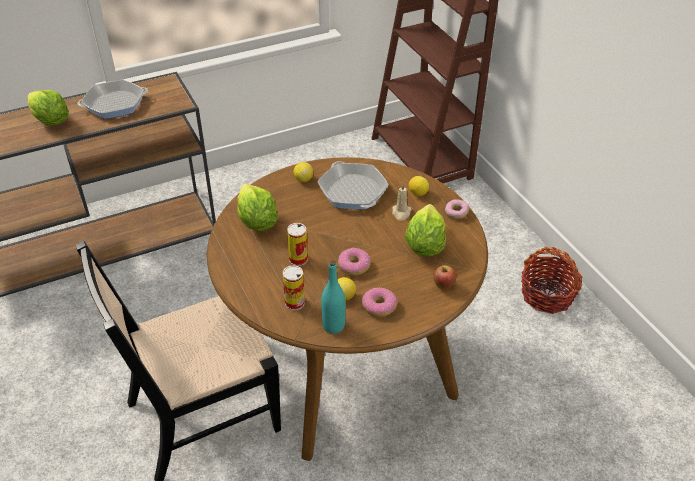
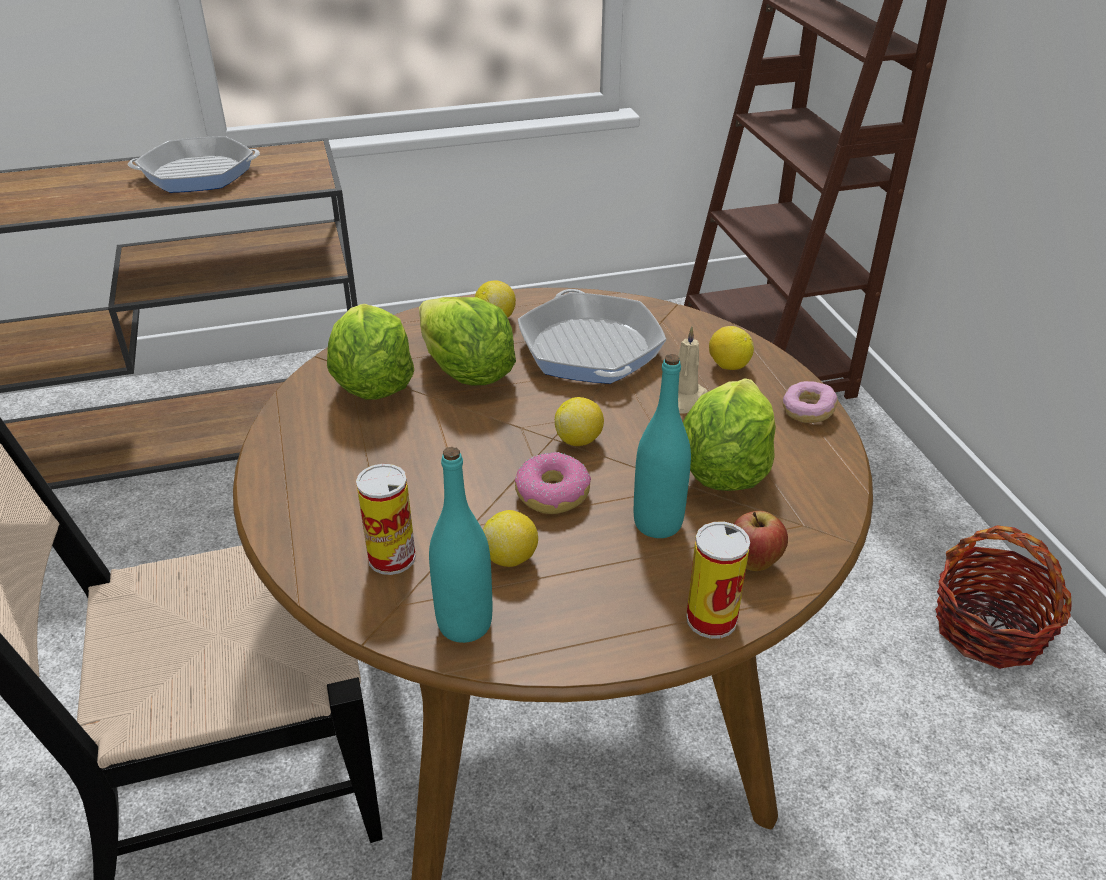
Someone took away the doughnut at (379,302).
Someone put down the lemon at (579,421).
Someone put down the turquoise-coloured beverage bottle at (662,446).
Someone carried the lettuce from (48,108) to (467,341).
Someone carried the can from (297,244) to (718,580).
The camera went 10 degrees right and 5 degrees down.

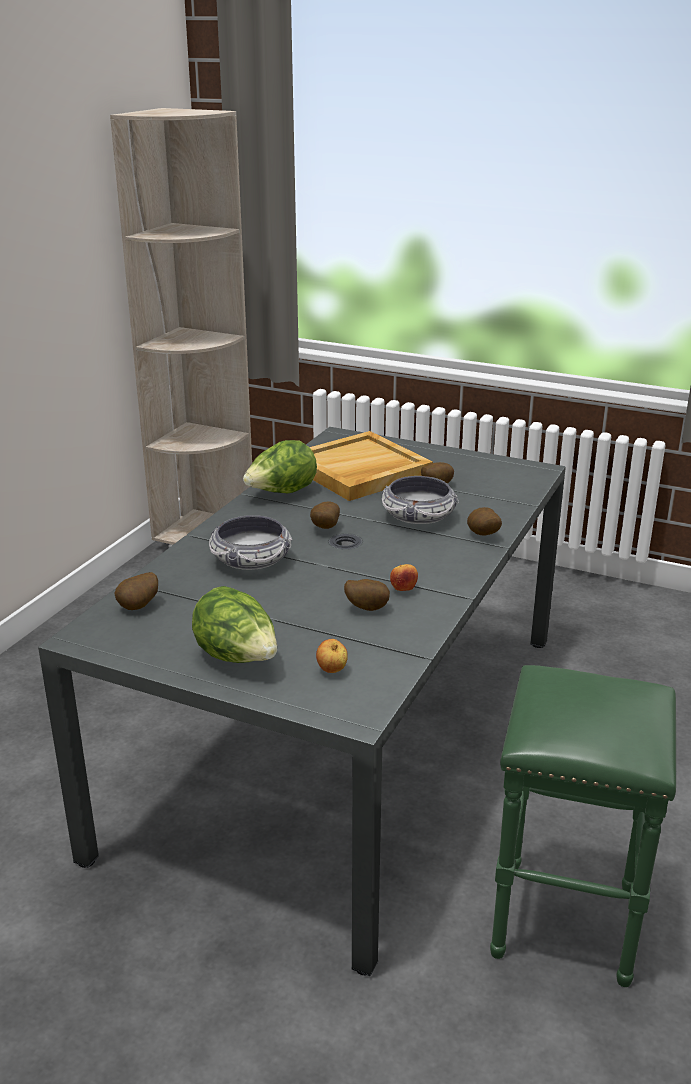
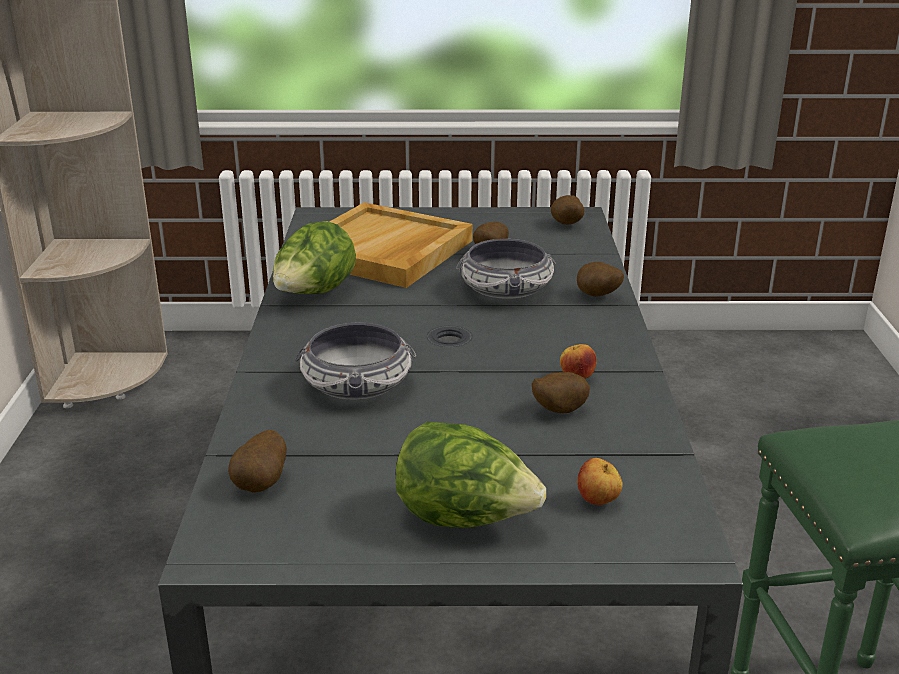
Someone carried the potato from (325,515) to (568,210).
The camera went 25 degrees left and 0 degrees up.

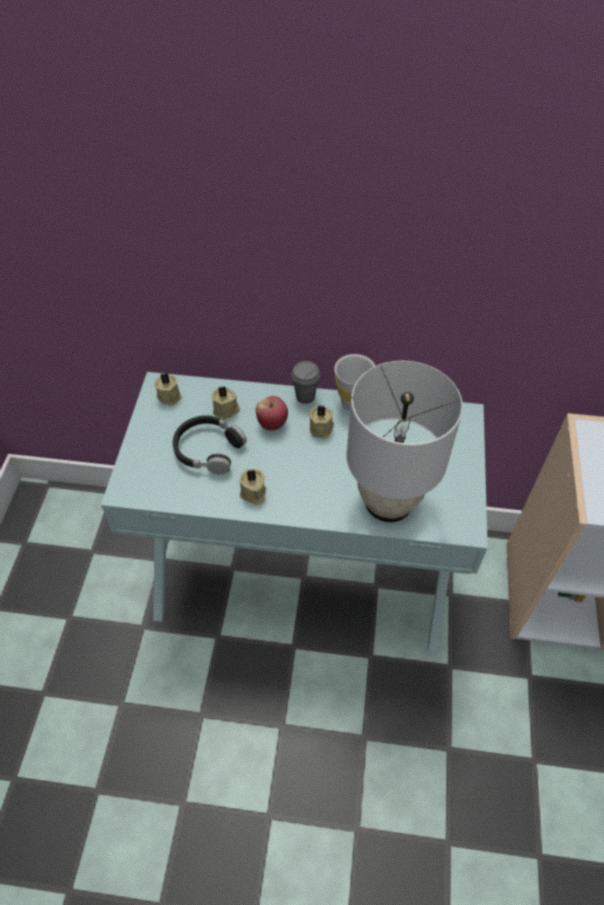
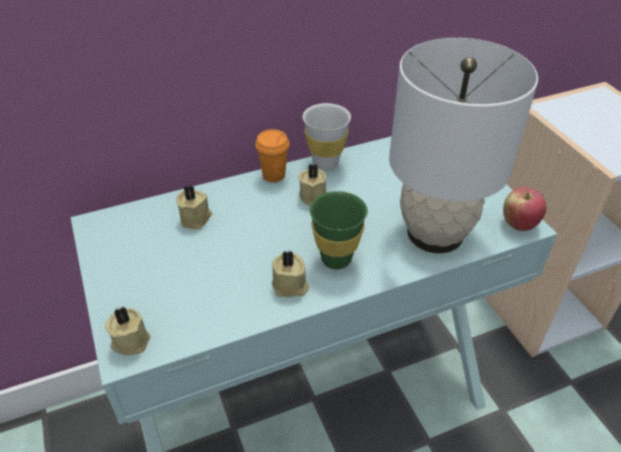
Someone took away the black-coloured pair of headphones at (210,445).
Someone put down the green-coloured drinking cup at (338,230).
Someone carried the beige candle from (168,389) to (127,331).
Someone carried the whole apple from (272,413) to (524,209).
Someone repainted the gray drinking cup at (305,382), which became the orangey drinking cup at (272,155).
The camera went 30 degrees left and 10 degrees down.

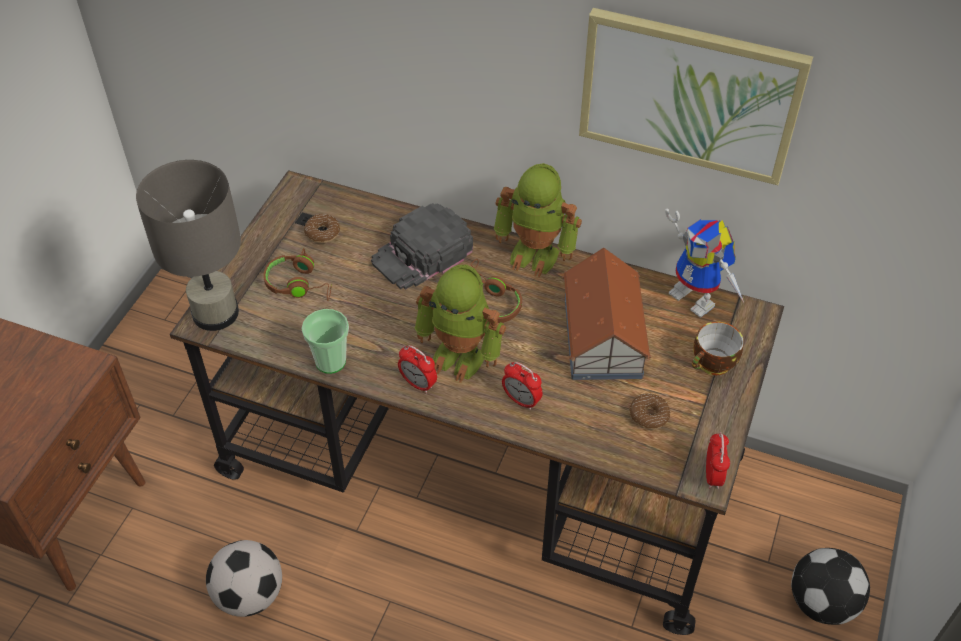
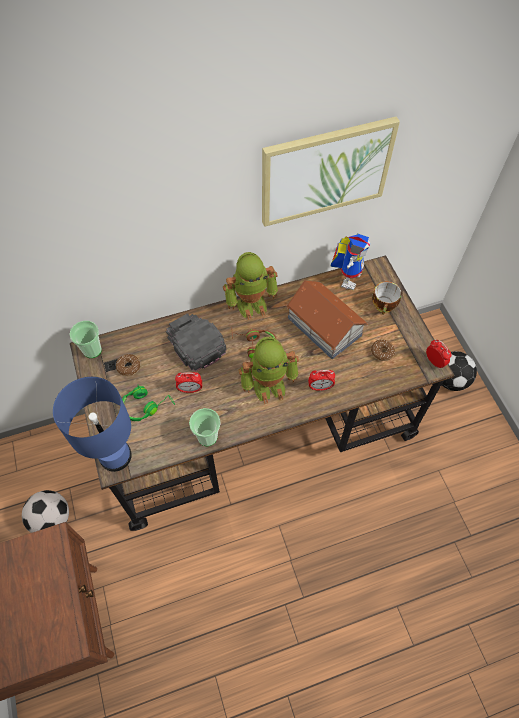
Someone put down the drinking cup at (85,339).
Someone carried the football from (244,578) to (45,511).
Someone carried the alarm clock from (417,369) to (188,382).
Someone repainted the gray table lamp at (188,245), which became the blue-coloured table lamp at (92,424).
Someone repainted the brownish pair of headphones at (297,274), which became the green-coloured pair of headphones at (148,403).
Someone rotated the black-coloured peaked cap at (422,246) by 135 degrees clockwise.
Someone rotated the robot figure at (704,263) by 75 degrees counterclockwise.
The camera went 40 degrees left and 10 degrees up.

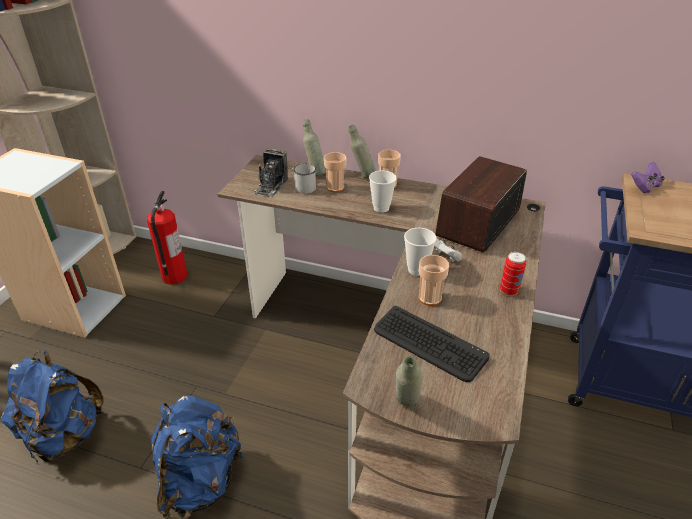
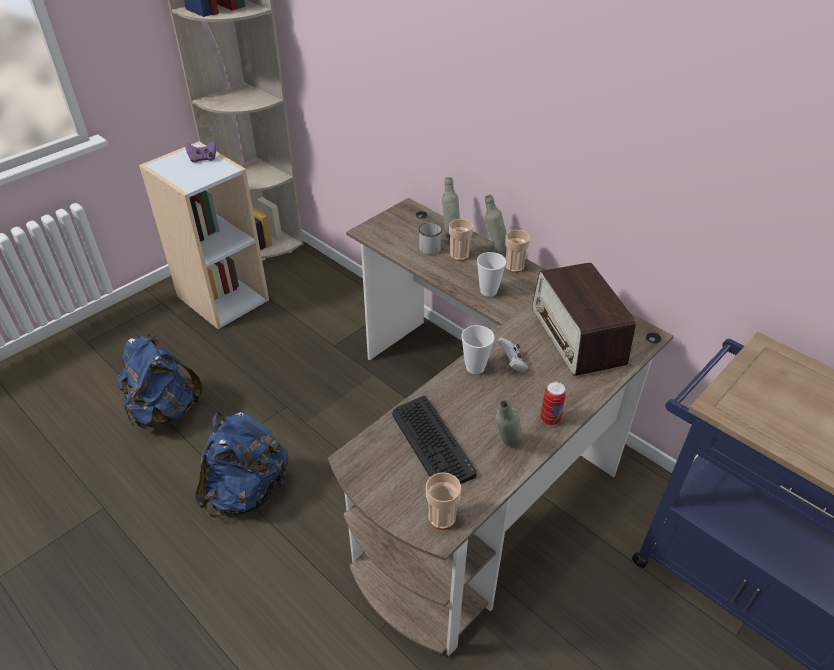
Someone took away the fire extinguisher at (167,238).
Someone took away the still camera at (270,173).
Someone carried the gray beverage bottle from (409,381) to (509,423).
Someone carried the drinking cup from (434,280) to (443,501).
Someone carried the purple-coloured joypad from (648,177) to (200,151).
Someone rotated the radio set at (481,204) by 75 degrees counterclockwise.
The camera went 25 degrees right and 5 degrees up.

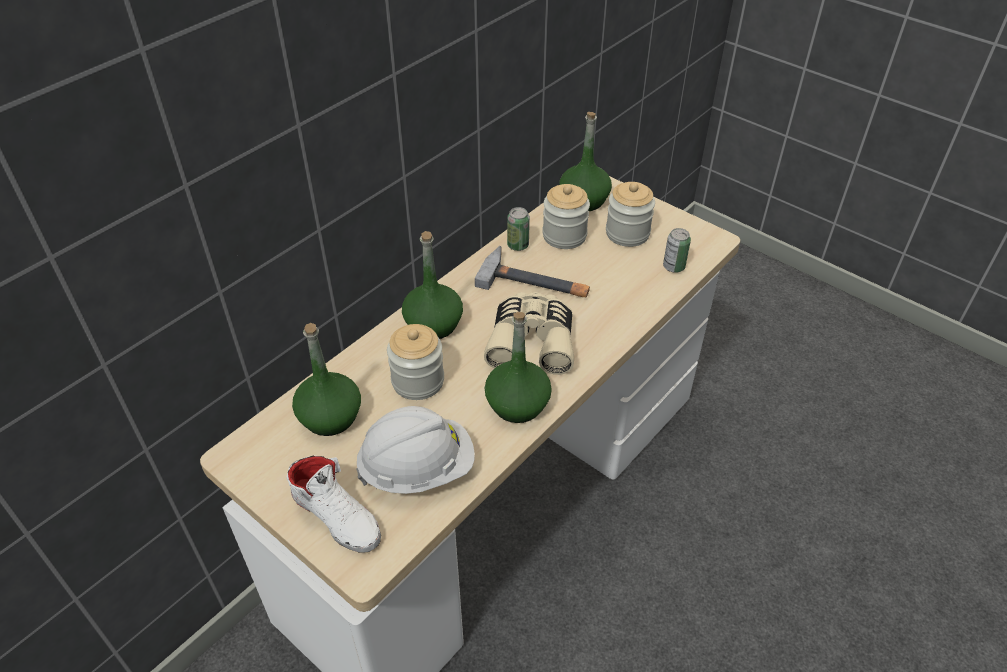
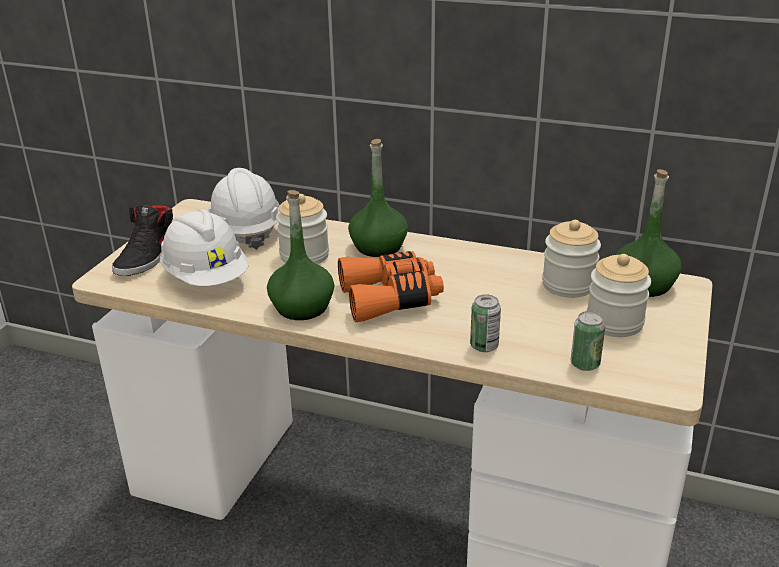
Someone took away the tool hammer at (532,271).
Someone carried the can from (518,229) to (485,323).
Someone swapped the green-coloured beverage bottle at (326,379) for the white-coloured hard hat at (243,209).
Someone repainted the white-coloured low shoe at (334,504), which became the black-coloured low shoe at (142,240).
Someone repainted the beige binoculars at (529,333), which became the orangey binoculars at (391,286).
The camera went 70 degrees right and 15 degrees down.

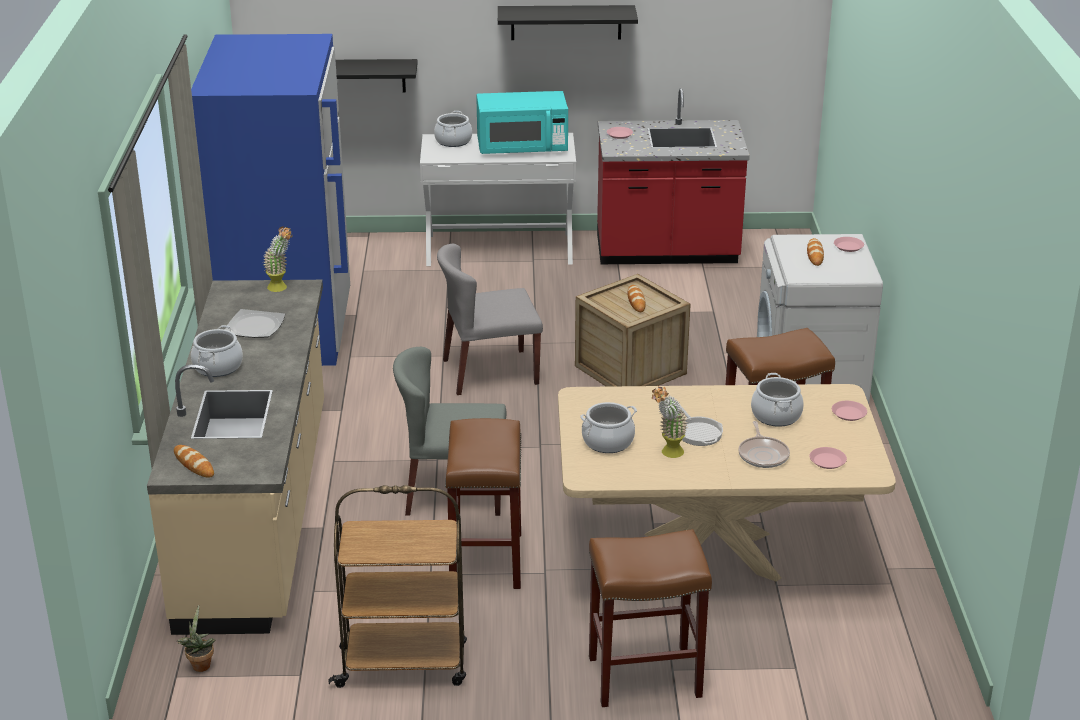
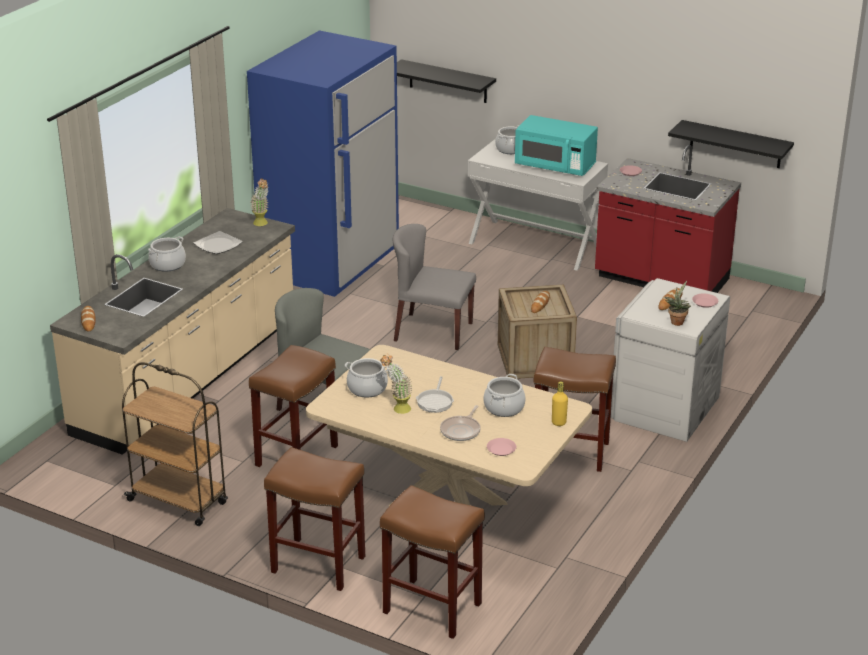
Someone put down the brownish stool at (432,562).
Someone carried the potted plant from (196,638) to (678,303).
Someone carried the black-coloured shelf from (568,22) to (731,144).
Someone swapped the pinkish flat dish at (849,411) for the yellow beverage bottle at (560,403).
The camera went 30 degrees right and 0 degrees up.

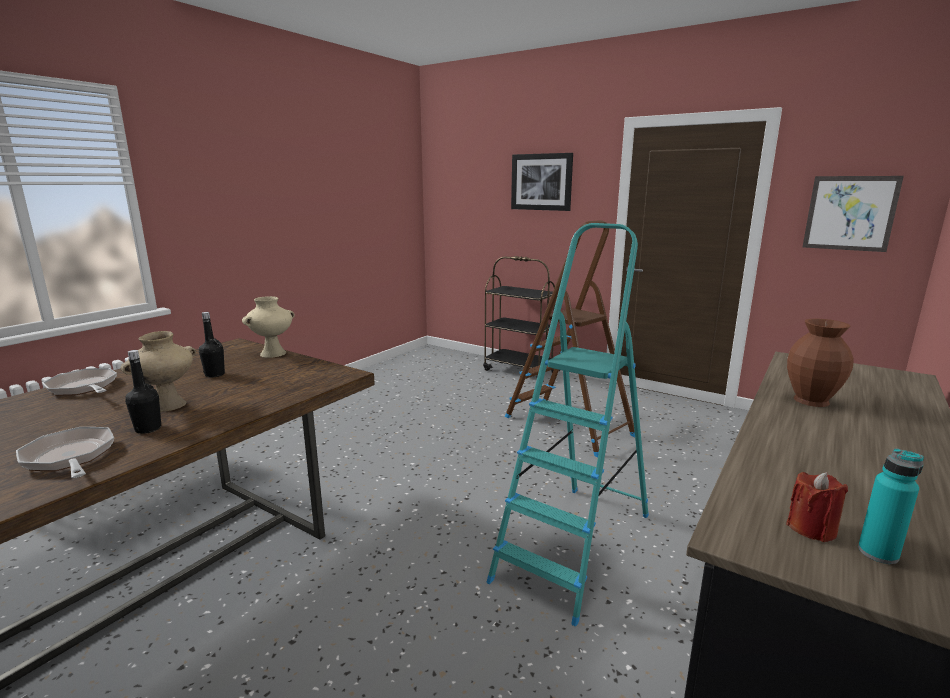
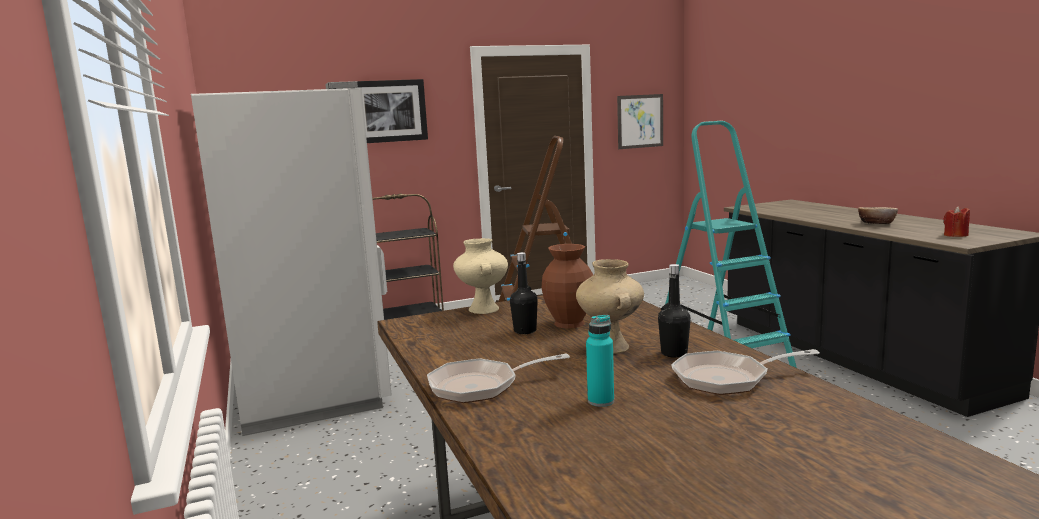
Someone put down the white-coloured fridge at (291,258).
Someone put down the serving bowl at (878,215).
Someone carried the brownish vase from (820,362) to (567,286).
Someone carried the turquoise-coloured beverage bottle from (891,506) to (600,361).
The camera went 55 degrees left and 5 degrees down.

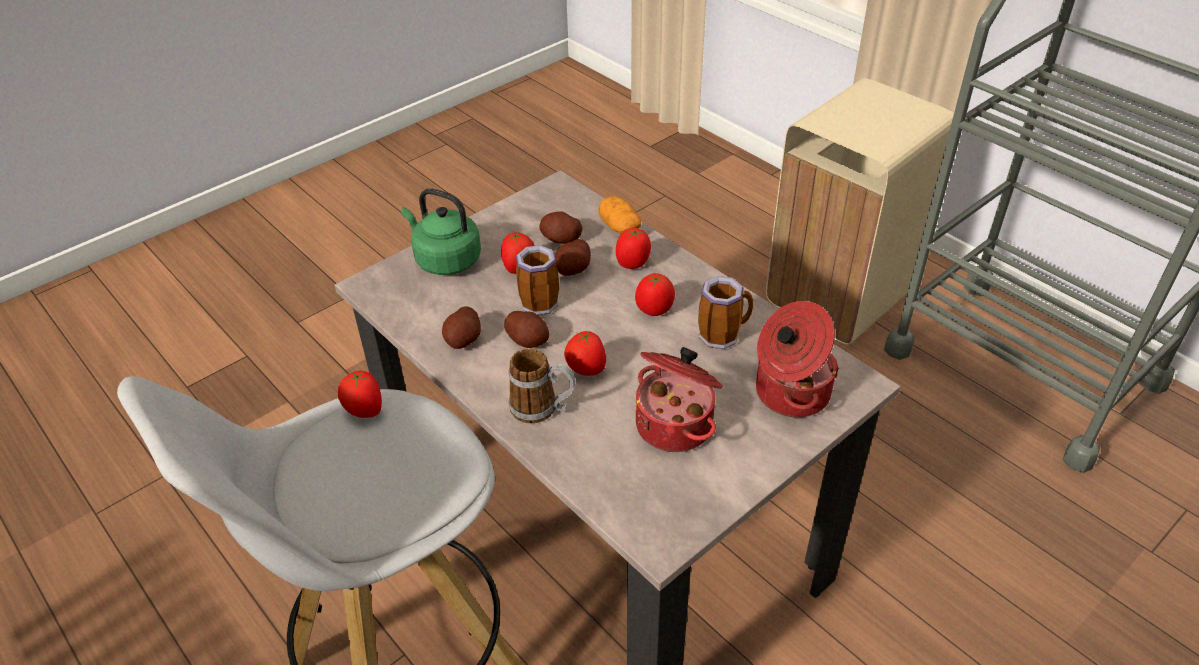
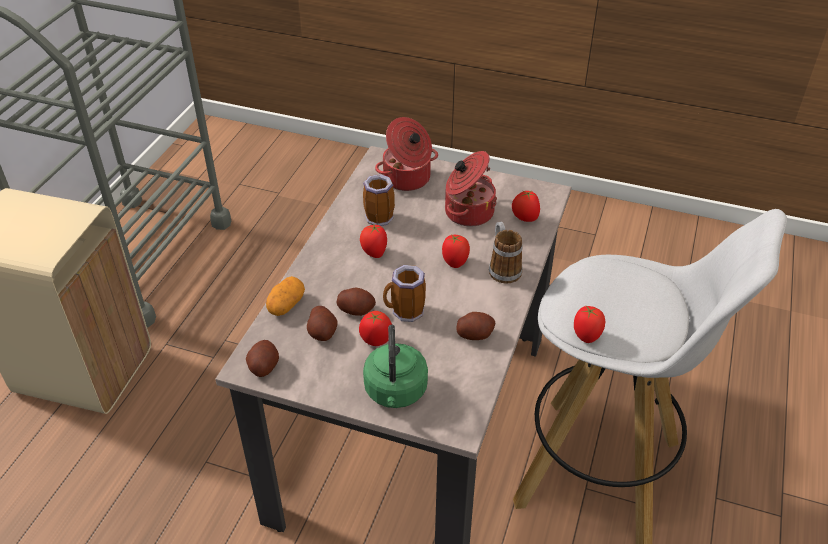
Someone carried the potato from (526,329) to (262,358).
Someone carried the tomato from (633,248) to (526,206).
The camera went 120 degrees left and 0 degrees up.

